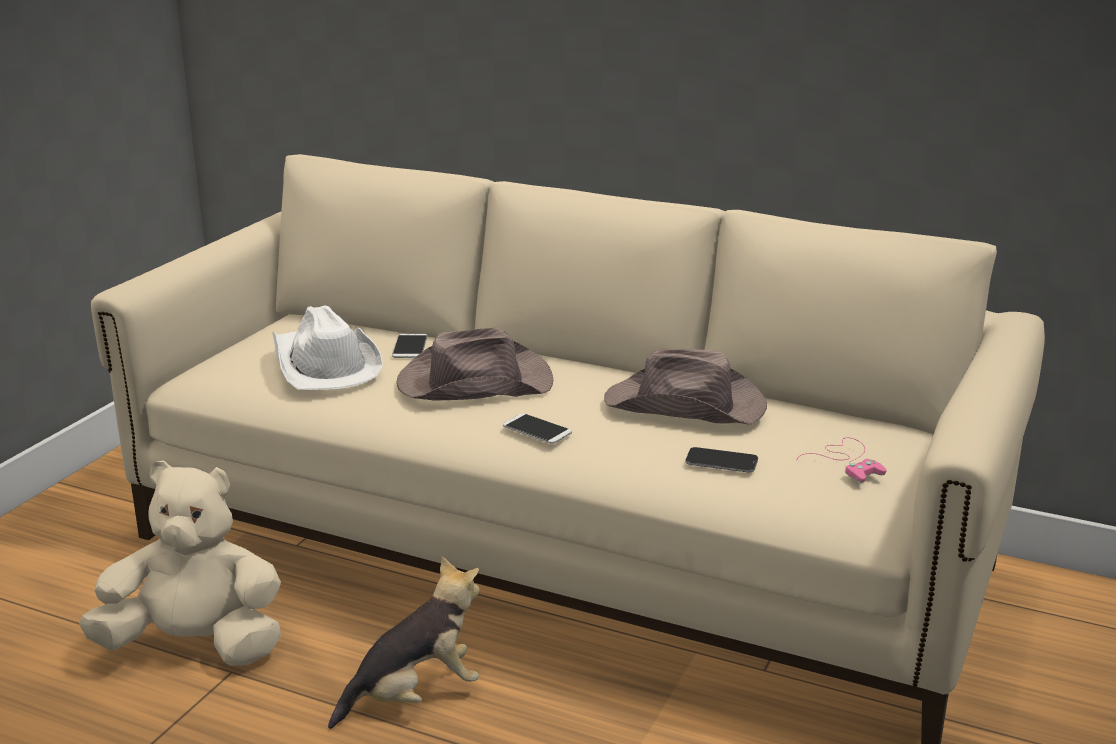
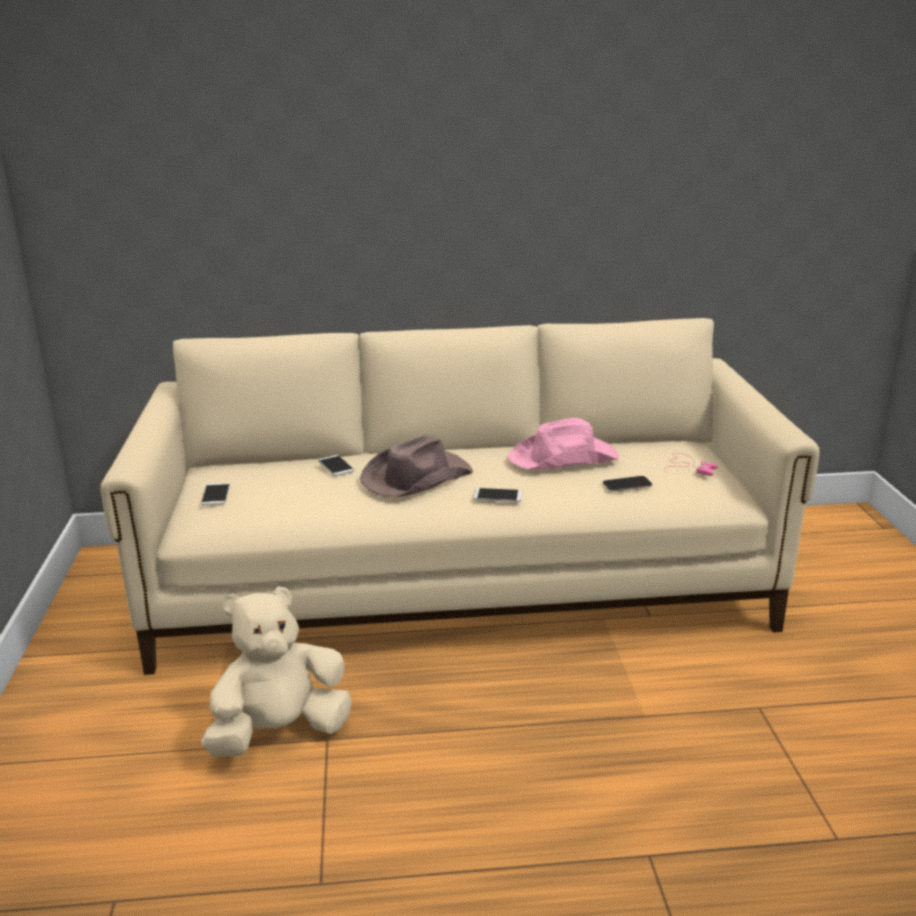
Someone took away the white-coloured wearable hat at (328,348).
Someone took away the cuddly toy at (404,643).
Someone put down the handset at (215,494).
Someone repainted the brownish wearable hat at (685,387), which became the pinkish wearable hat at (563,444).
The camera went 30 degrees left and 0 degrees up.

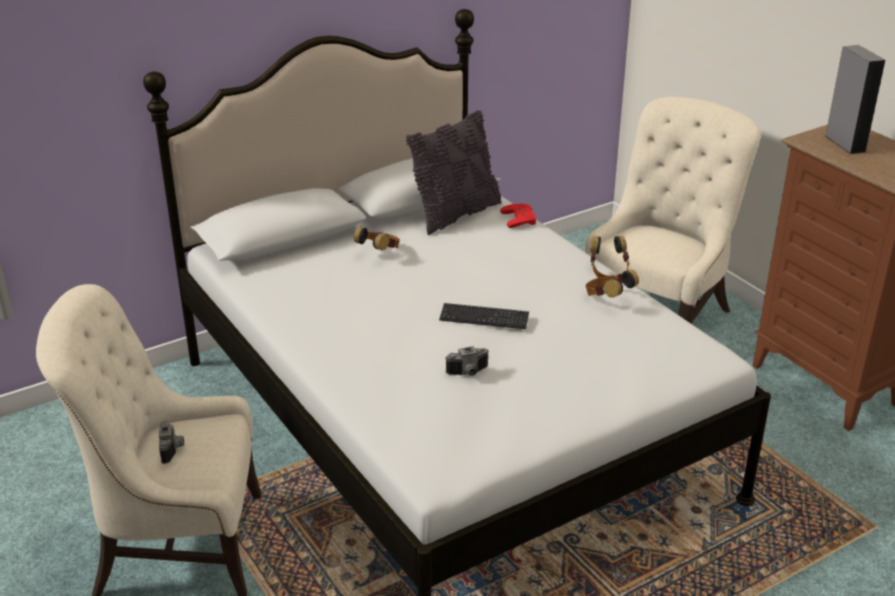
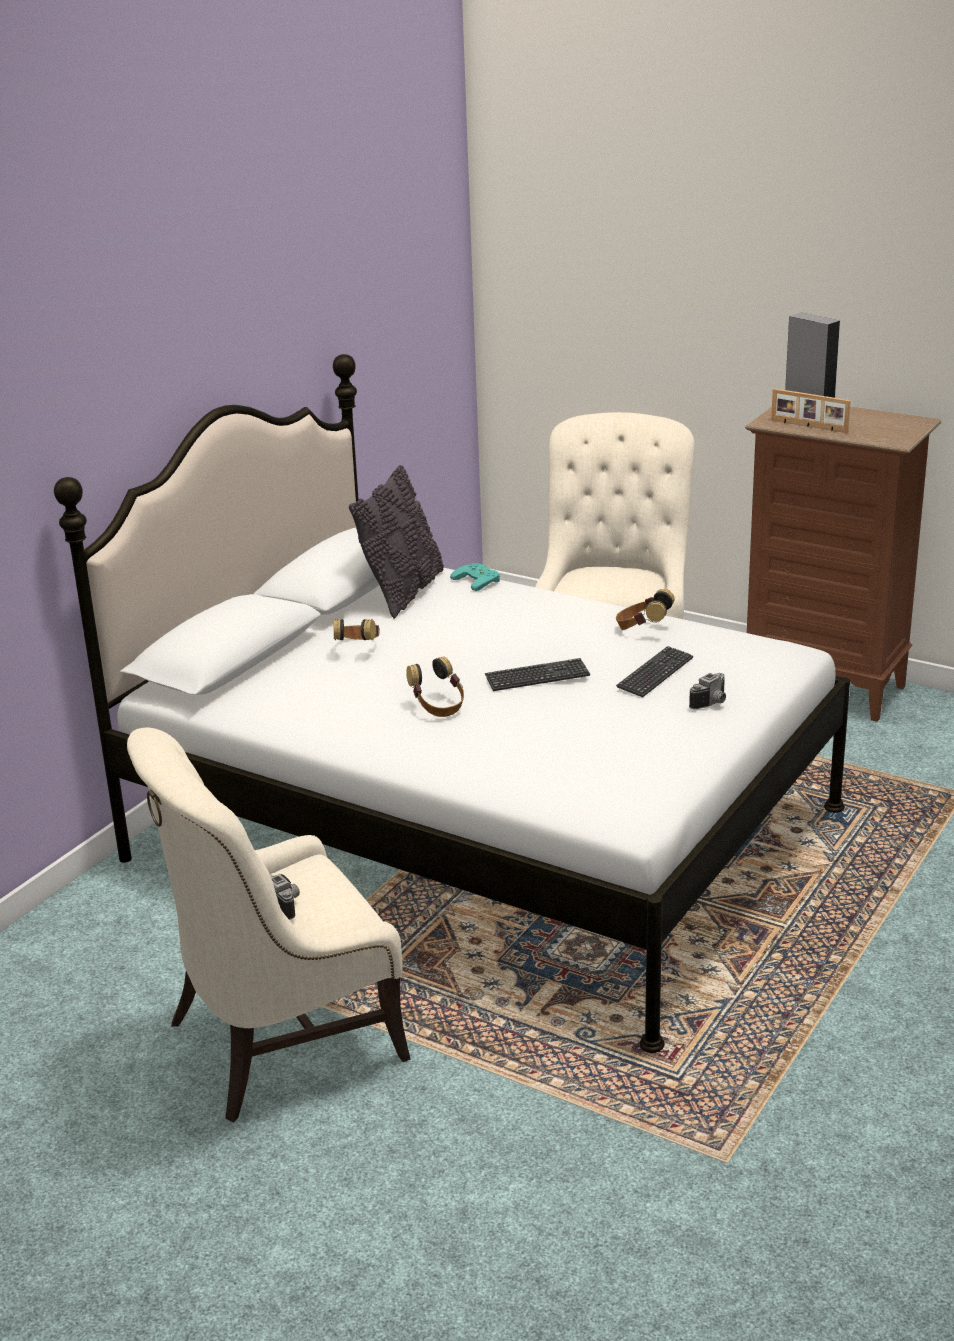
Someone put down the keyboard at (654,671).
Someone put down the photo frame at (811,410).
Someone carried the still camera from (467,361) to (707,691).
Someone carried the pair of headphones from (610,257) to (435,686).
Someone repainted the reddish joypad at (518,215), which became the turquoise-coloured joypad at (475,577).
The camera went 25 degrees left and 5 degrees down.

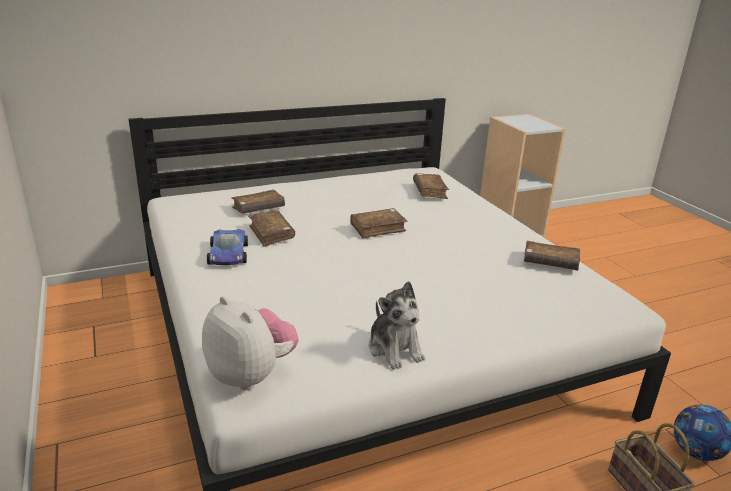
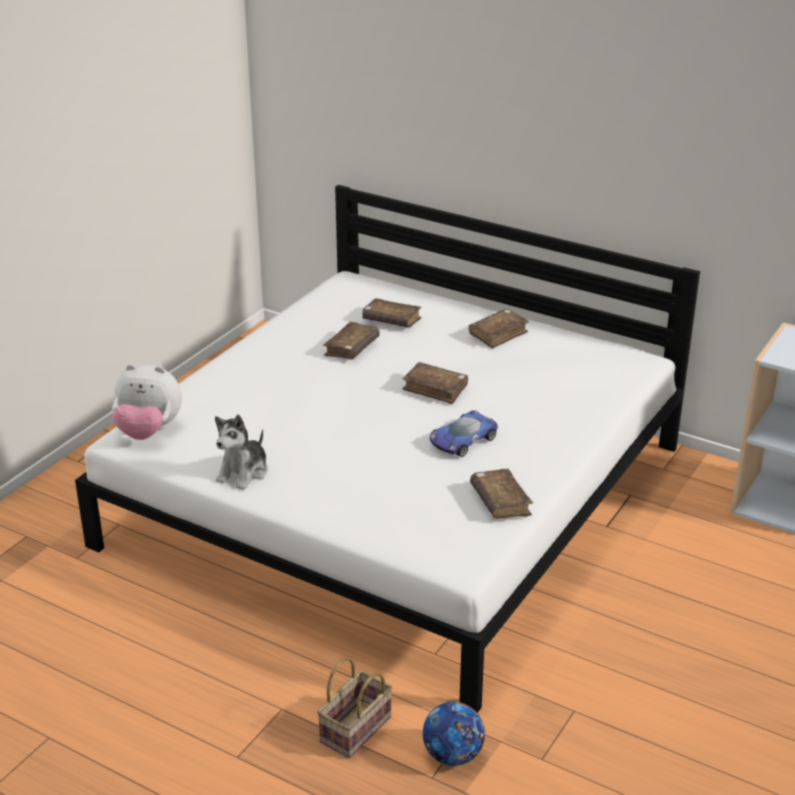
Someone carried the model car from (227,247) to (463,433).
Someone carried the brownish volume from (431,186) to (499,329).
Someone rotated the cuddly toy at (250,343) by 90 degrees clockwise.
The camera went 55 degrees right and 5 degrees up.

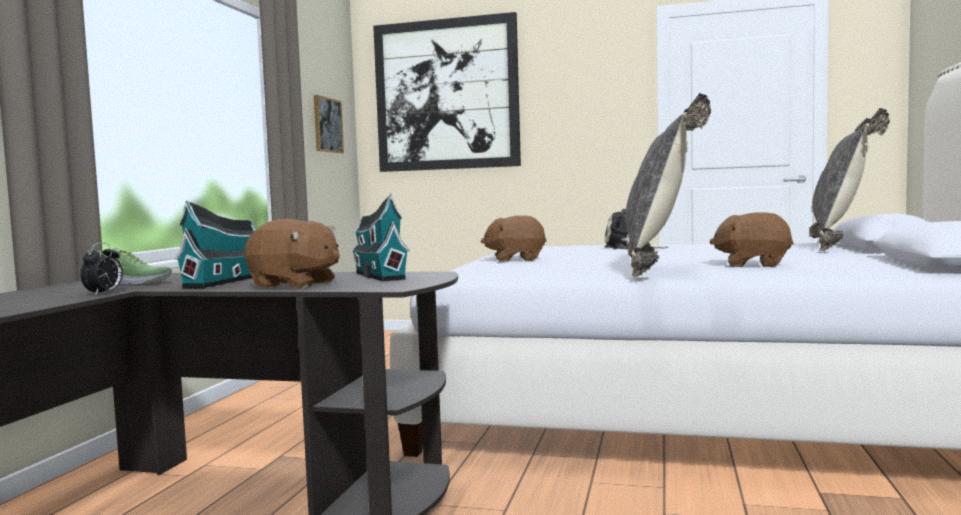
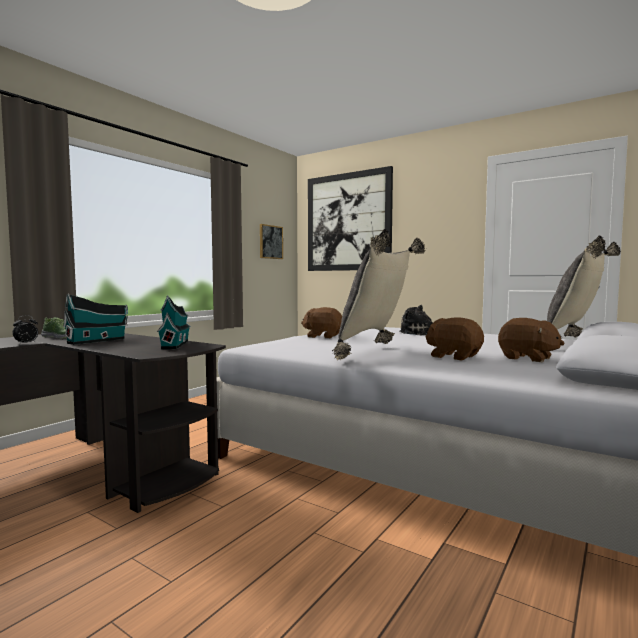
Someone carried the brownish cuddly toy from (292,254) to (531,340).
The camera went 20 degrees right and 0 degrees up.

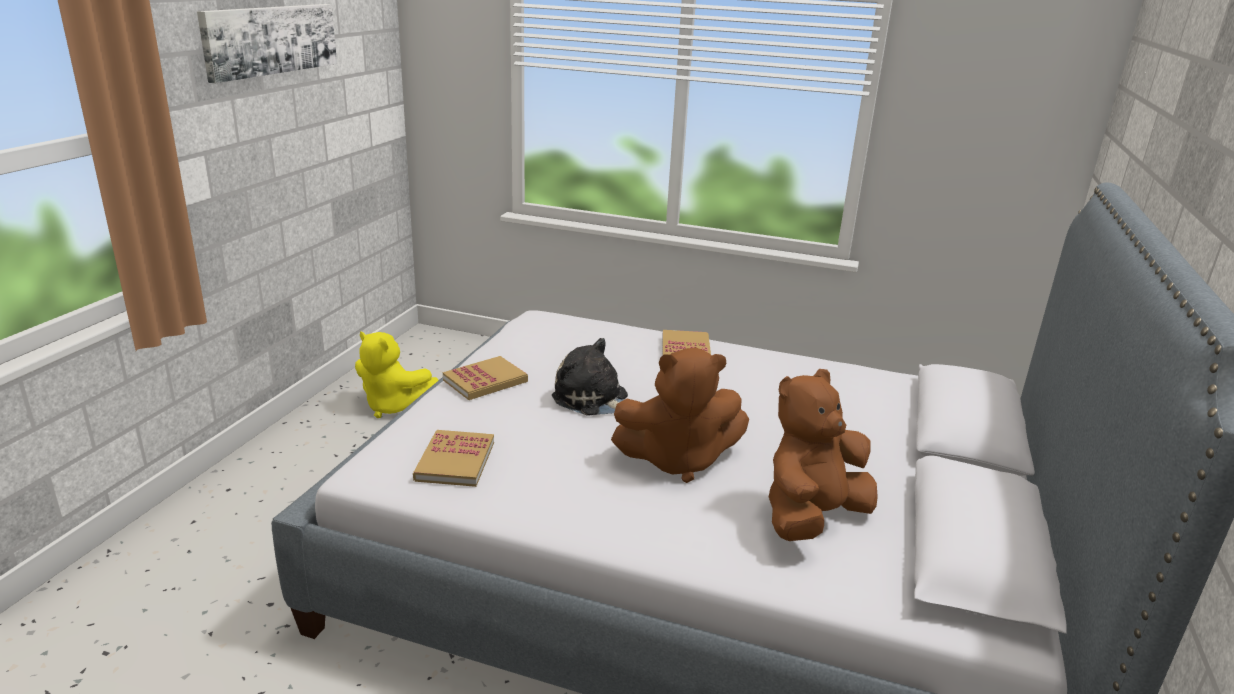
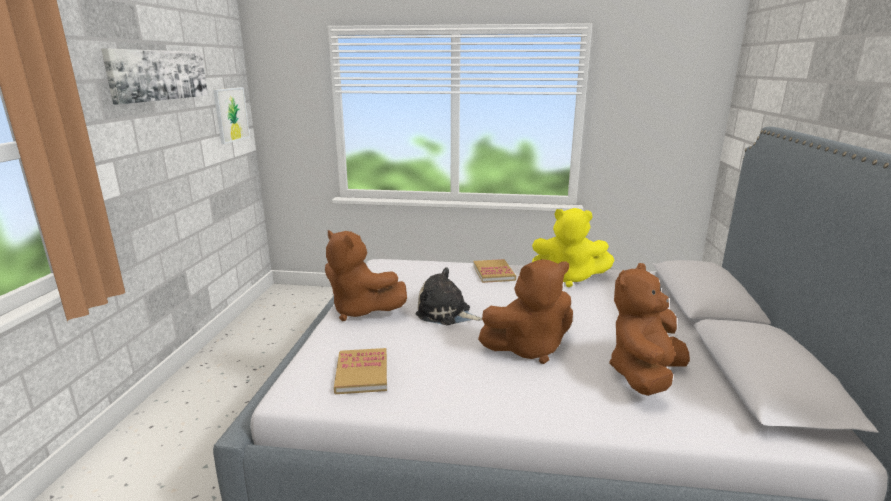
Someone put up the wall picture at (231,115).
Someone carried the yellow cuddly toy from (397,374) to (573,247).
Someone swapped the volume at (485,378) for the brownish cuddly toy at (366,275).
The camera went 10 degrees left and 5 degrees down.

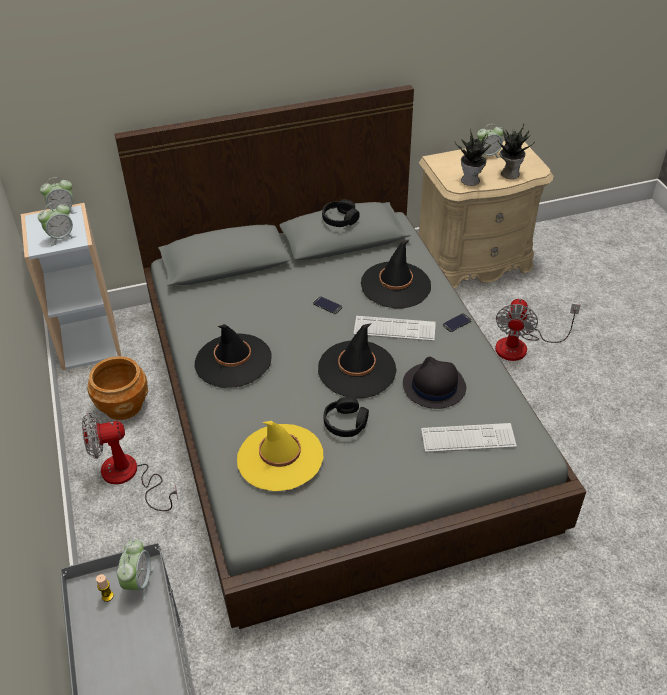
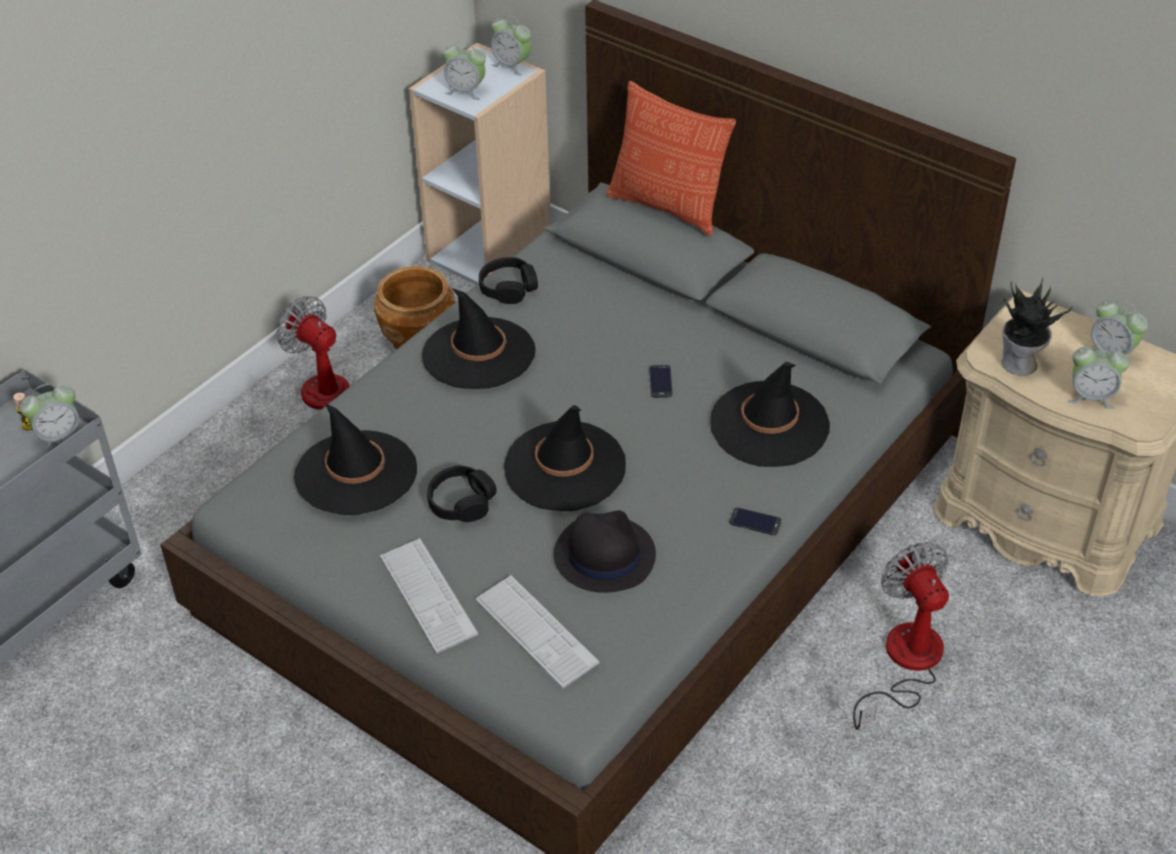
Someone put down the orangey cushion at (671,158).
Someone carried the black-coloured pair of headphones from (341,213) to (508,280).
Someone carried the keyboard from (394,328) to (429,596).
Someone swapped the potted plant at (516,151) for the alarm clock at (1099,376).
Someone repainted the yellow wearable hat at (280,456), which became the black-coloured wearable hat at (355,458).
Someone rotated the cooling fan at (538,330) by 90 degrees clockwise.
The camera went 55 degrees right and 0 degrees up.

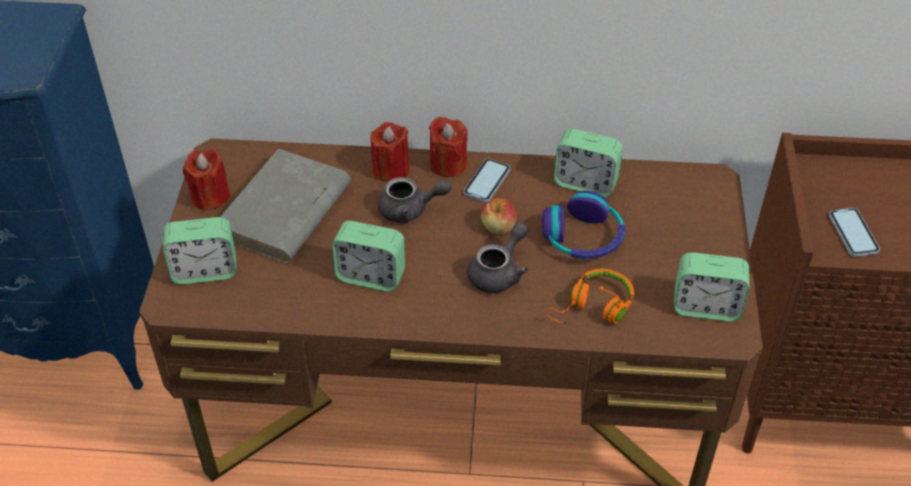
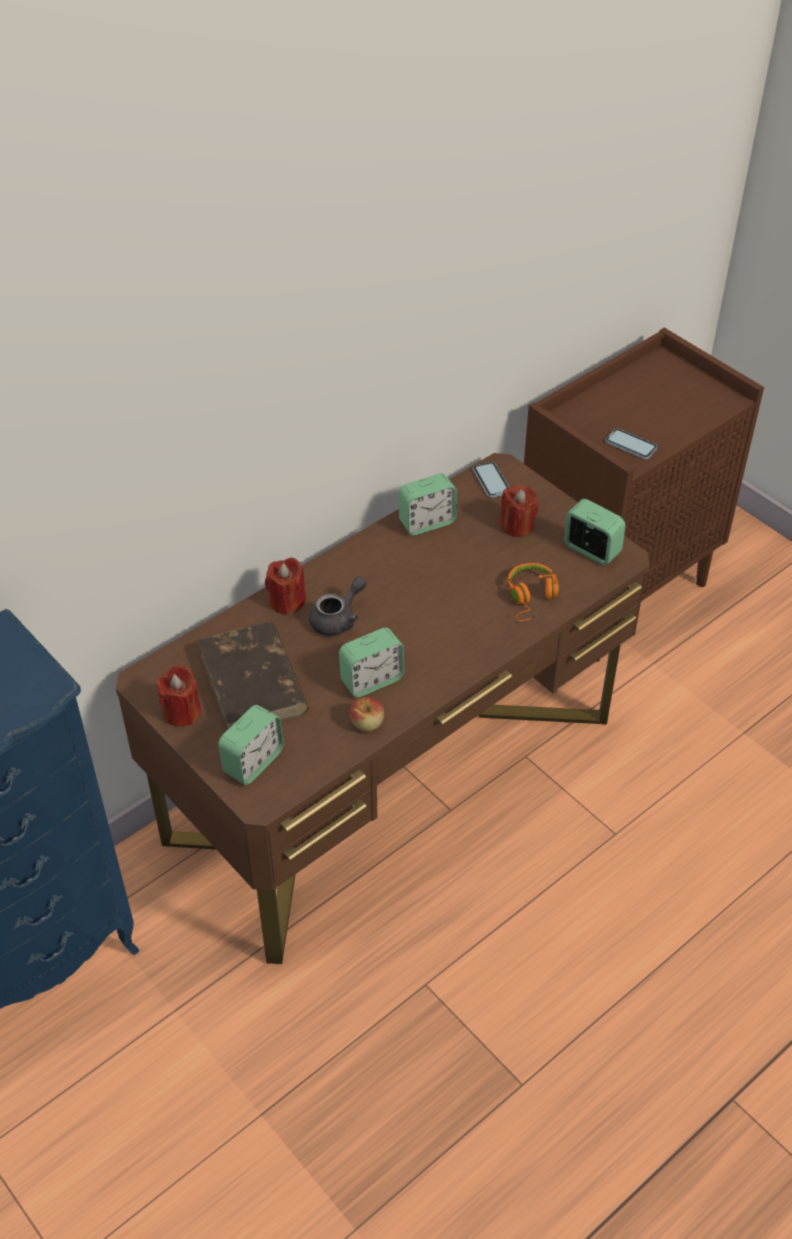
Someone took away the gray teapot at (497,257).
Someone took away the pair of headphones at (584,224).
Someone carried the reddish candle from (448,147) to (519,510).
Someone carried the handset from (487,180) to (491,480).
Someone carried the whole apple from (499,216) to (367,714).
Someone repainted the gray volume at (285,206), which became the brownish volume at (253,676).
Someone rotated the alarm clock at (712,287) by 105 degrees counterclockwise.
The camera went 45 degrees left and 0 degrees up.

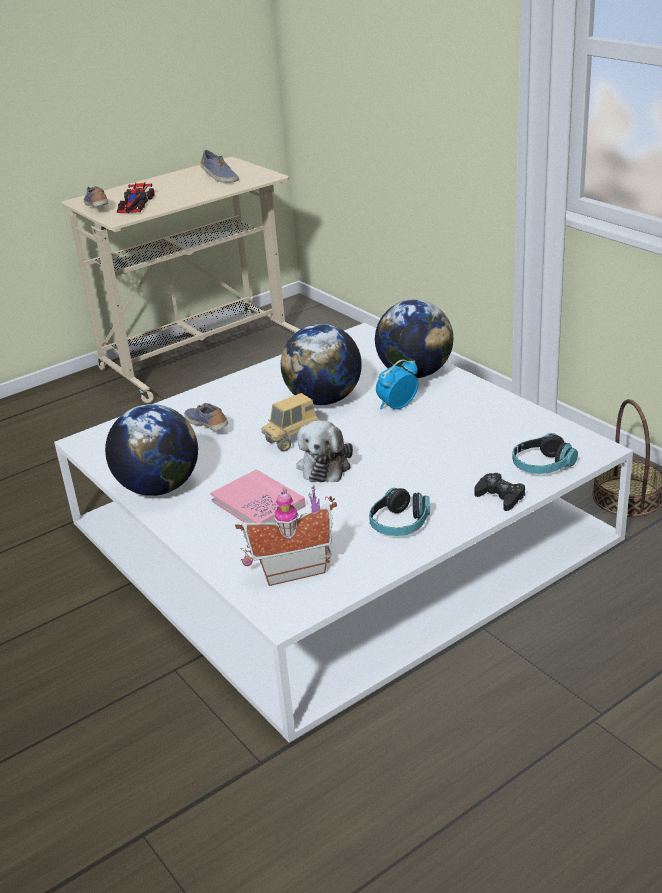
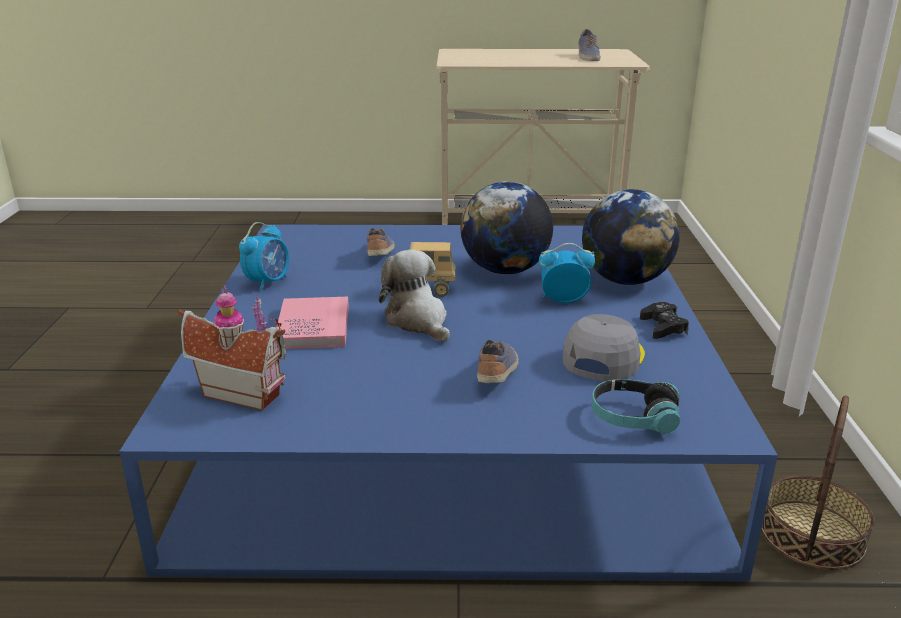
Someone took away the model car at (136,197).
Someone took away the pair of headphones at (399,512).
Someone put down the gray peaked cap at (604,347).
Someone carried the low shoe from (96,196) to (498,361).
Someone carried the black-coloured joypad from (499,492) to (664,320).
Someone swapped the world globe at (151,450) for the alarm clock at (264,256).
Someone repainted the white-coloured low table at (343,533), which became the blue-coloured low table at (448,402).
Someone rotated the cuddly toy at (324,451) by 105 degrees clockwise.
The camera went 35 degrees right and 5 degrees down.

